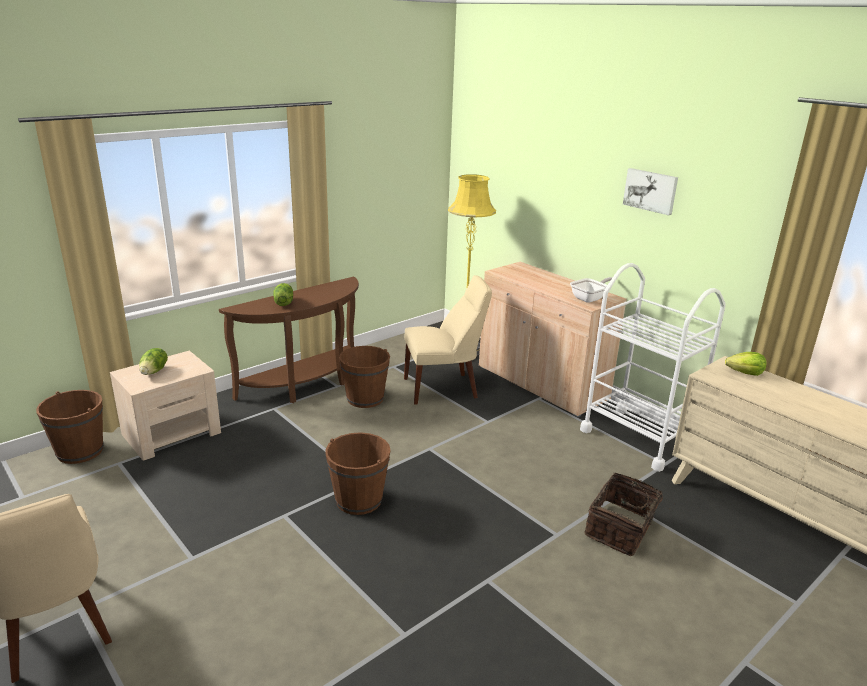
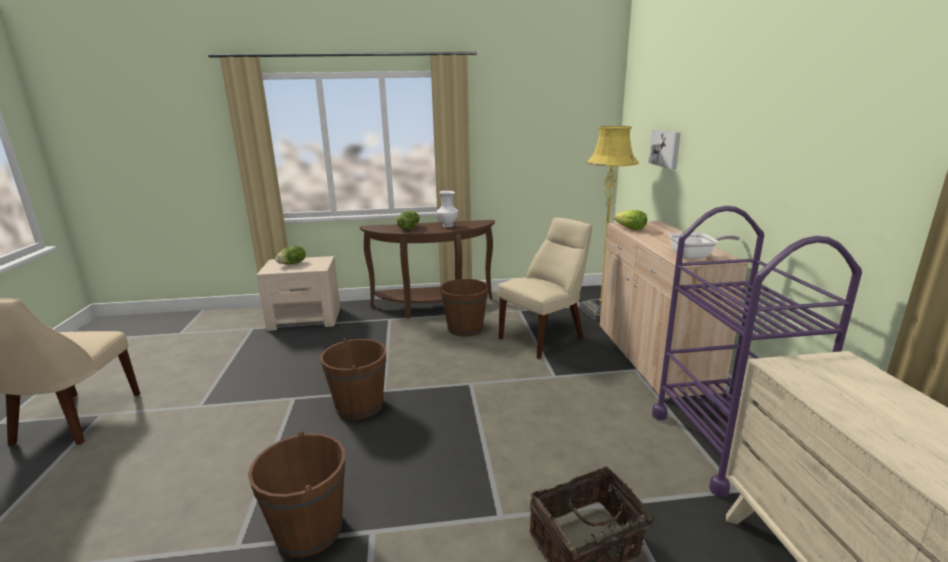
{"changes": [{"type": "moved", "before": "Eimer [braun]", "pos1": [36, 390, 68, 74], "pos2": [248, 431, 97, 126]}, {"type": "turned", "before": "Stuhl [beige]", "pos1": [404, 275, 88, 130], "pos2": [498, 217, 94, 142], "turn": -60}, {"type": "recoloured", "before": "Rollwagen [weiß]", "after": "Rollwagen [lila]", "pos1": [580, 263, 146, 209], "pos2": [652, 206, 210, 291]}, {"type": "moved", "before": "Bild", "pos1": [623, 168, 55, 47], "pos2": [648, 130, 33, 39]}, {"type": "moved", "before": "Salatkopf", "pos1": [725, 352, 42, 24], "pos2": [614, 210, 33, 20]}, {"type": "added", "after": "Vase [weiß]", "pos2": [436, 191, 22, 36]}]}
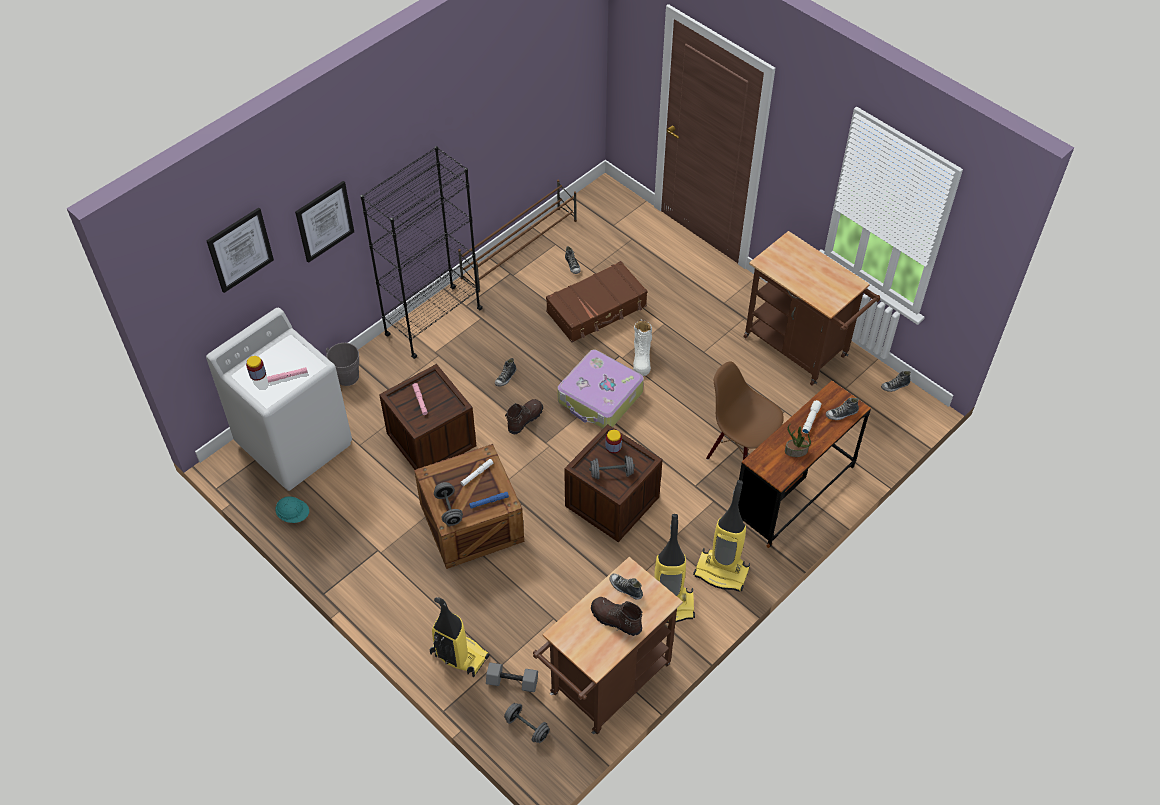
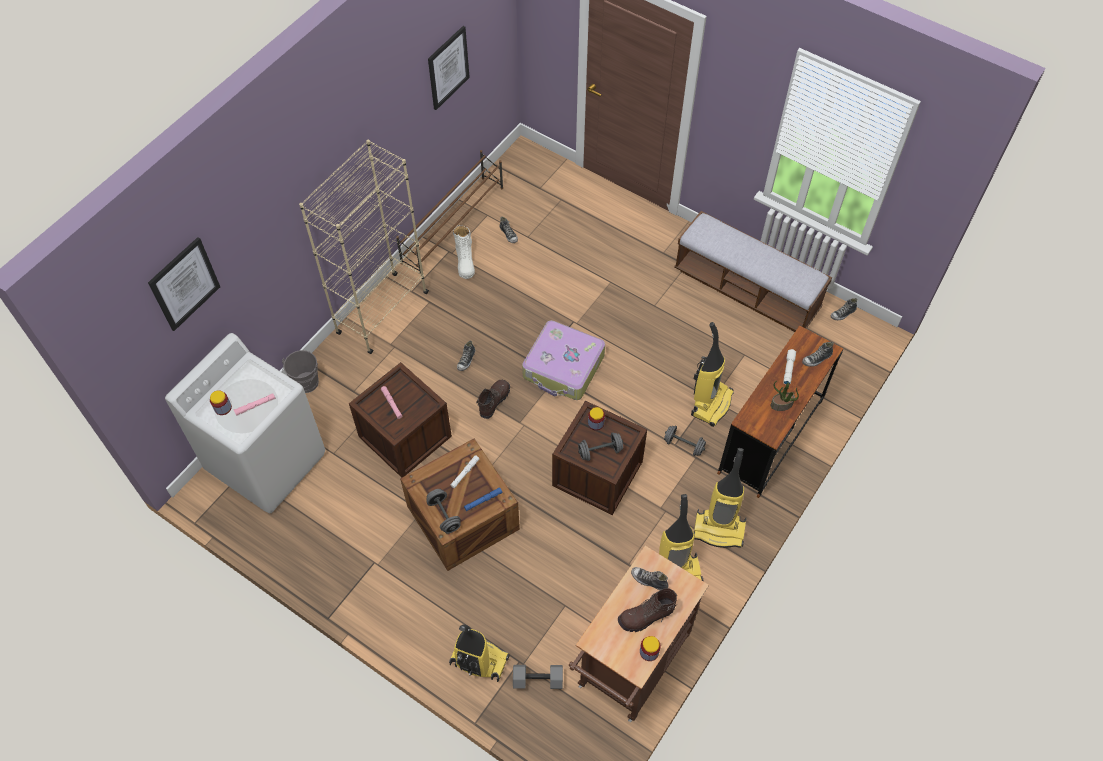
{"changes": [{"type": "removed", "before": "Schutzhelm [türkis]", "pos1": [275, 496, 34, 27]}, {"type": "moved", "before": "Bild", "pos1": [295, 181, 59, 82], "pos2": [428, 26, 42, 84]}, {"type": "recoloured", "before": "Bücherregal [schwarz]", "after": "Bücherregal [beige]", "pos1": [360, 146, 123, 213], "pos2": [299, 140, 130, 214]}, {"type": "moved", "before": "Hantel [grau]", "pos1": [504, 703, 46, 40], "pos2": [664, 426, 42, 30]}, {"type": "removed", "before": "Koffer [braun]", "pos1": [546, 261, 101, 82]}, {"type": "turned", "before": "Stiefel [braun]", "pos1": [591, 597, 51, 39], "pos2": [618, 588, 59, 44], "turn": -45}, {"type": "moved", "before": "Stiefel [weiß]", "pos1": [633, 319, 19, 57], "pos2": [453, 225, 22, 54]}, {"type": "replaced", "before": "Stuhl [braun]", "after": "Staubsauger", "pos1": [706, 361, 78, 99], "pos2": [691, 322, 43, 105]}, {"type": "replaced", "before": "Rollwagen [braun]", "after": "Bank", "pos1": [744, 231, 136, 155], "pos2": [674, 211, 158, 121]}, {"type": "added", "after": "Vorratsglas", "pos2": [640, 636, 21, 25]}]}
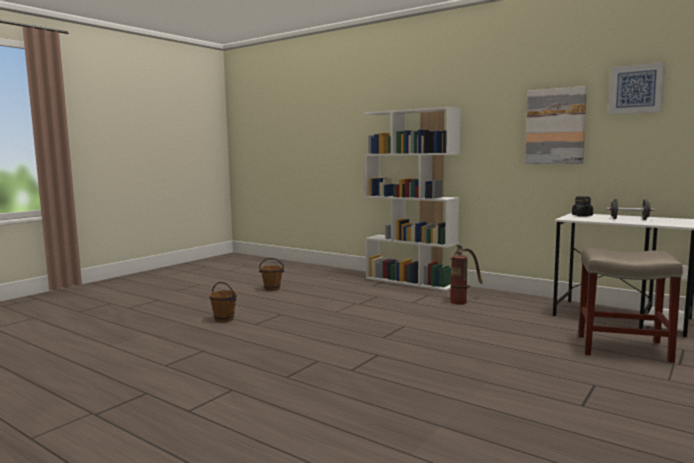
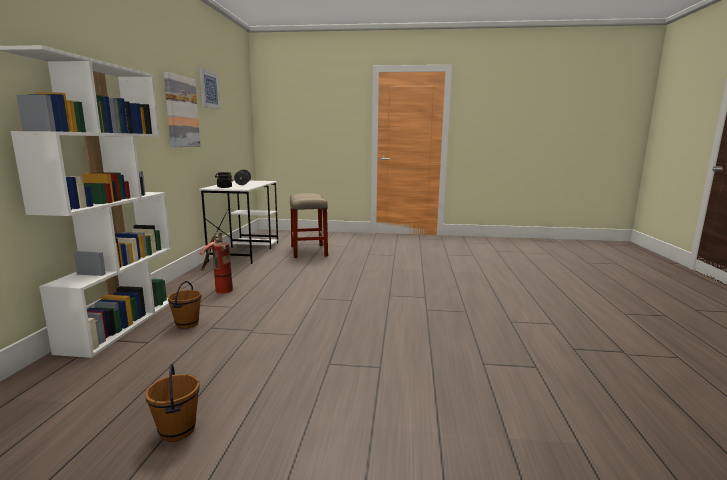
{"changes": [{"type": "moved", "before": "Eimer [braun]", "pos1": [209, 282, 28, 40], "pos2": [167, 281, 34, 48]}]}
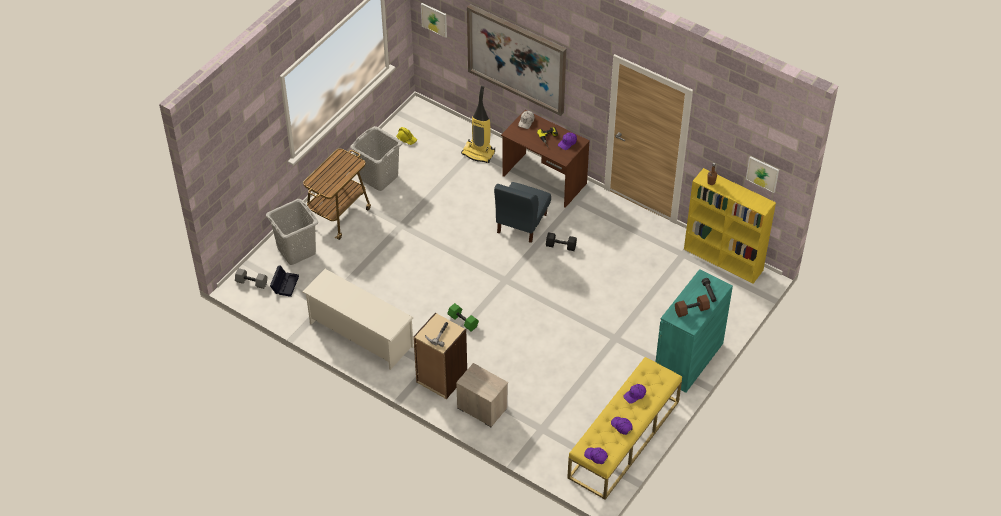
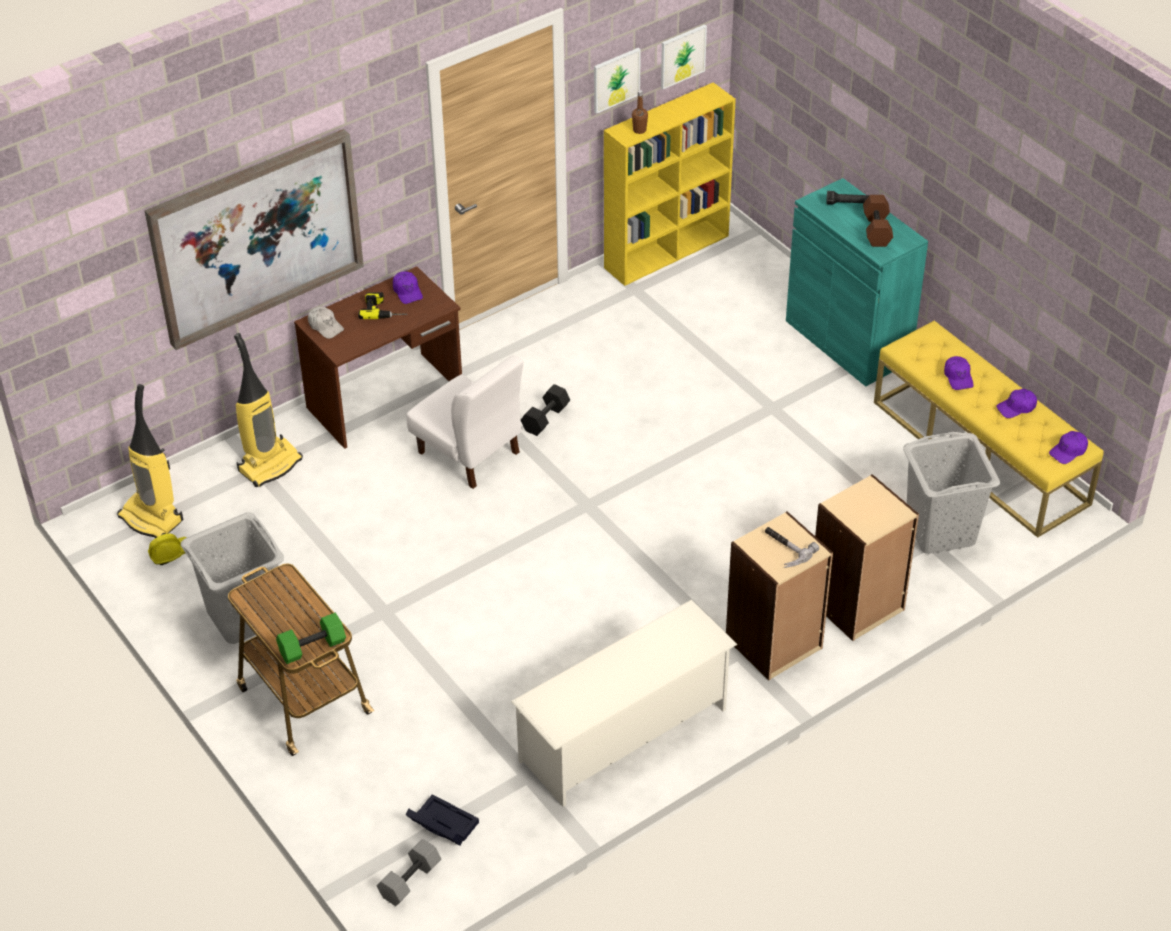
{"changes": [{"type": "moved", "before": "Wäschekorb [grau]", "pos1": [266, 199, 52, 66], "pos2": [903, 432, 97, 122]}, {"type": "moved", "before": "Bild", "pos1": [421, 3, 26, 35], "pos2": [594, 48, 47, 66]}, {"type": "moved", "before": "Hantel [grün]", "pos1": [447, 303, 32, 29], "pos2": [276, 613, 70, 51]}, {"type": "replaced", "before": "Nachttisch", "after": "Bücherregal [beige]", "pos1": [456, 363, 52, 64], "pos2": [815, 474, 104, 167]}, {"type": "recoloured", "before": "Stuhl [blau]", "after": "Stuhl [weiß]", "pos1": [494, 182, 57, 61], "pos2": [407, 355, 116, 134]}, {"type": "added", "after": "Staubsauger", "pos2": [117, 384, 67, 154]}]}
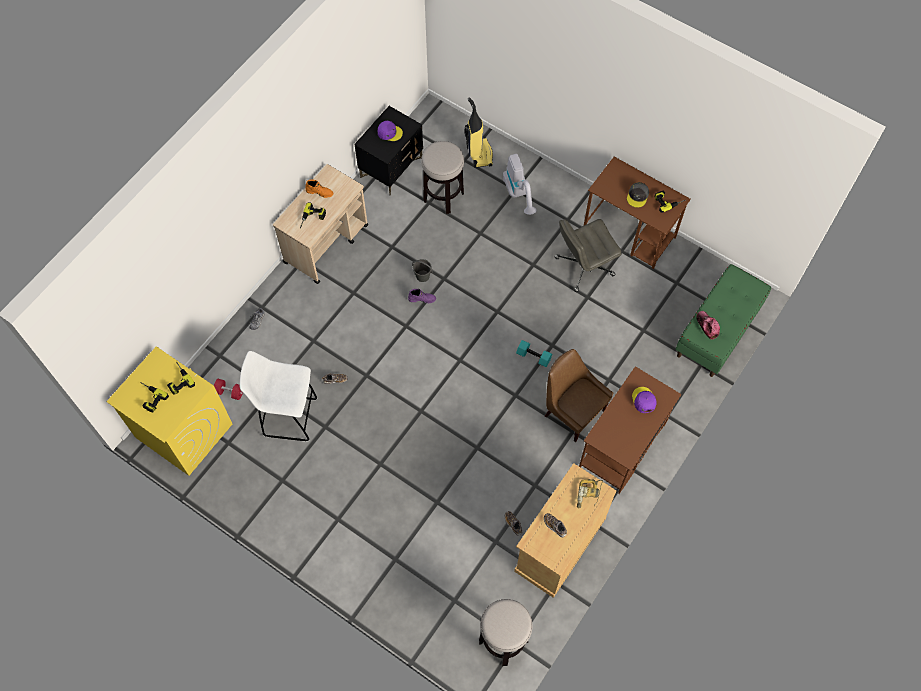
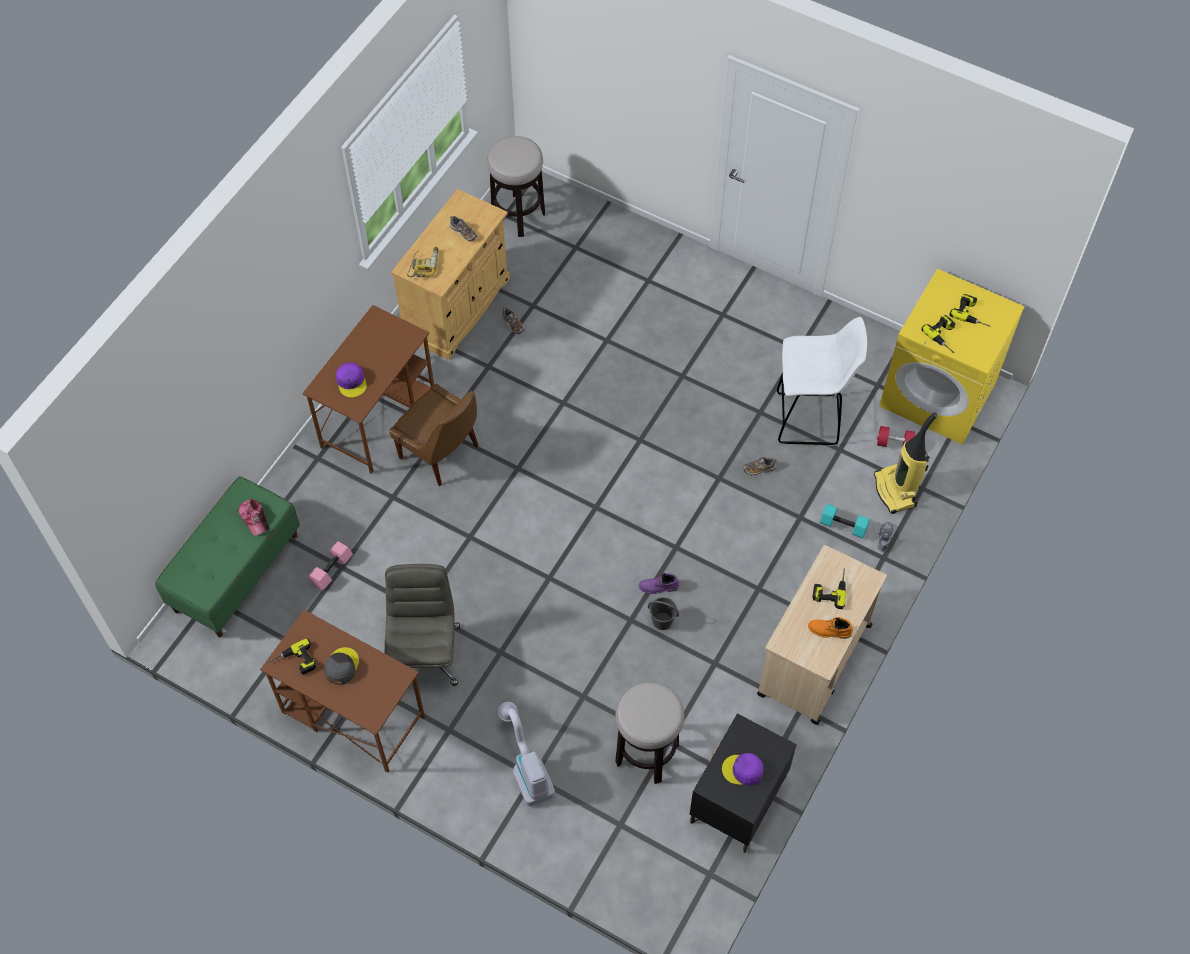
{"changes": [{"type": "moved", "before": "Staubsauger", "pos1": [465, 98, 28, 70], "pos2": [874, 412, 63, 102]}, {"type": "moved", "before": "Hantel [türkis]", "pos1": [516, 340, 36, 27], "pos2": [820, 504, 50, 34]}, {"type": "turned", "before": "Bürostuhl [grau]", "pos1": [555, 219, 66, 73], "pos2": [384, 564, 76, 122], "turn": -60}, {"type": "added", "after": "Hantel [rosa]", "pos2": [308, 541, 45, 49]}]}
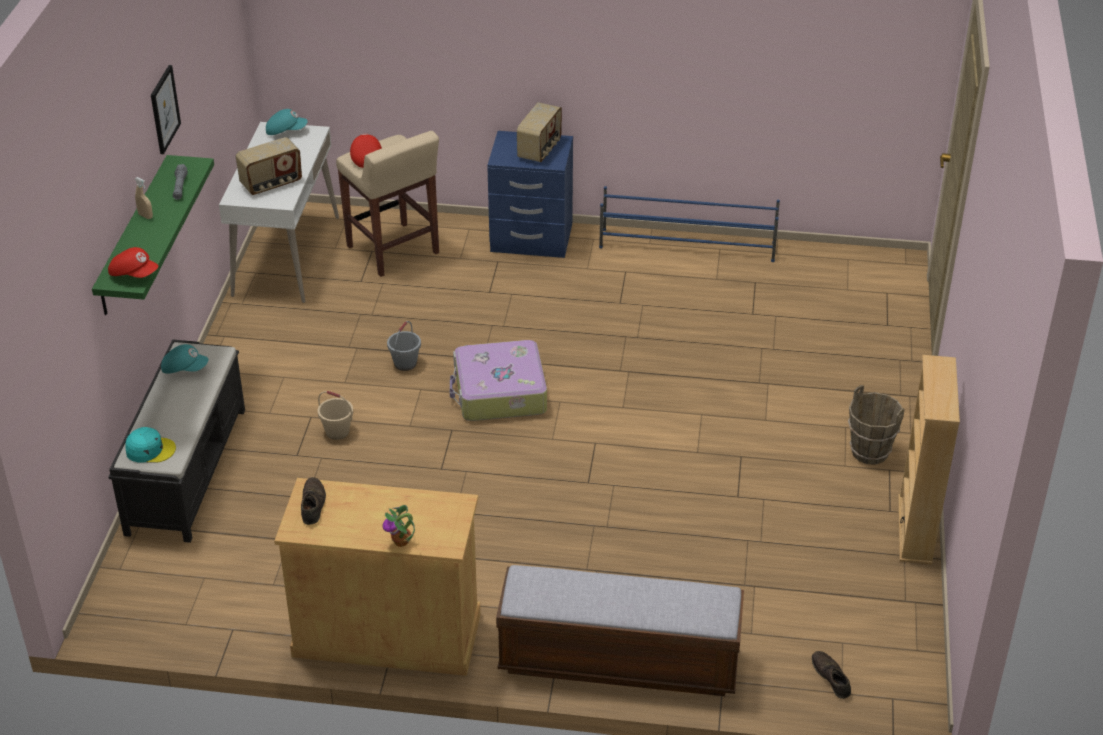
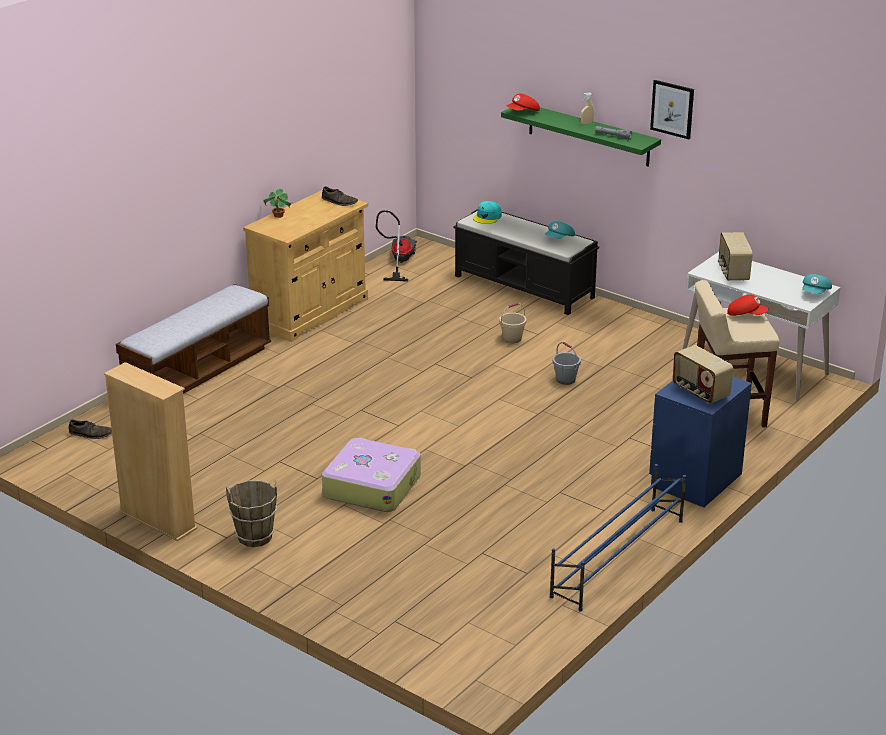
{"changes": [{"type": "moved", "before": "Koffer", "pos1": [450, 340, 97, 81], "pos2": [322, 438, 99, 74]}, {"type": "added", "after": "Staubsauger", "pos2": [376, 210, 41, 72]}]}
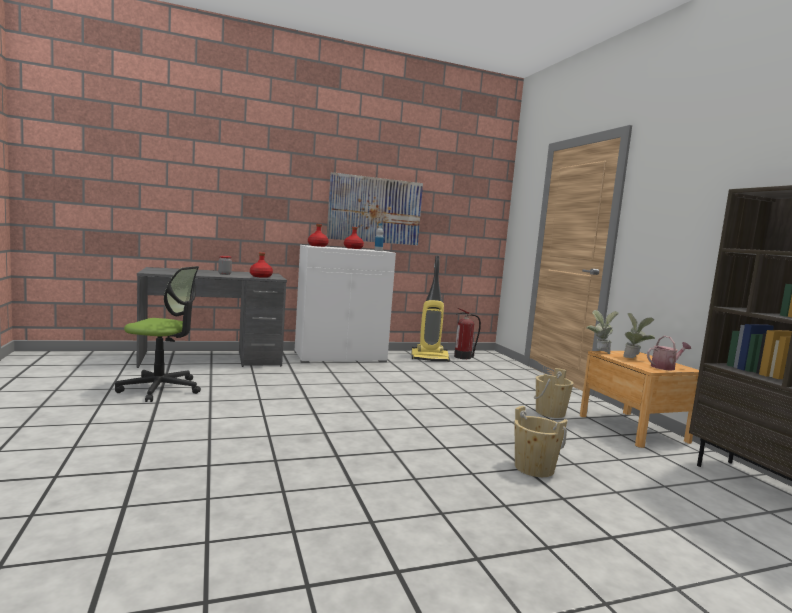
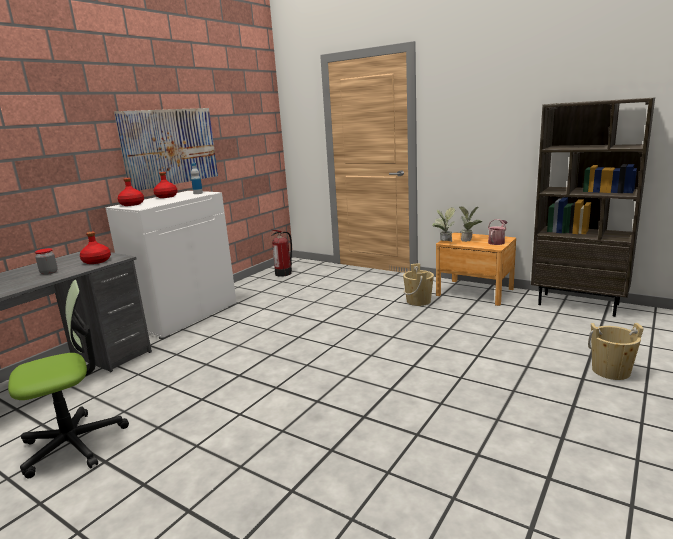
{"changes": [{"type": "removed", "before": "Staubsauger", "pos1": [411, 256, 39, 106]}, {"type": "moved", "before": "Eimer [beige]", "pos1": [515, 406, 53, 71], "pos2": [588, 323, 56, 57]}]}
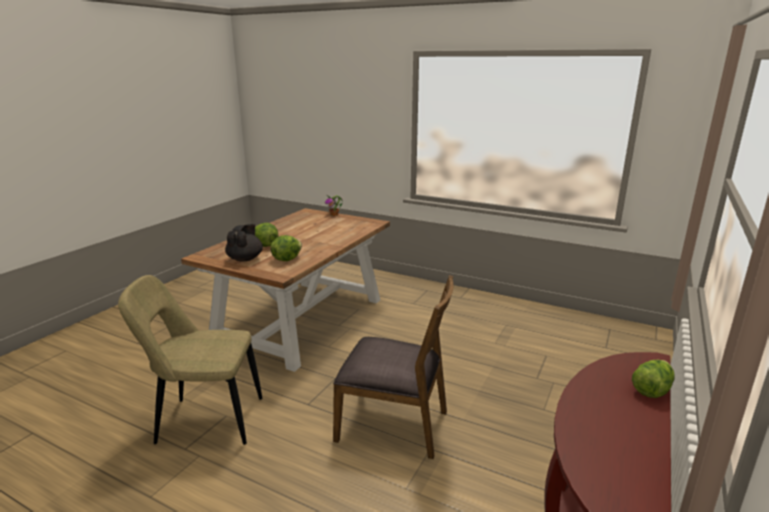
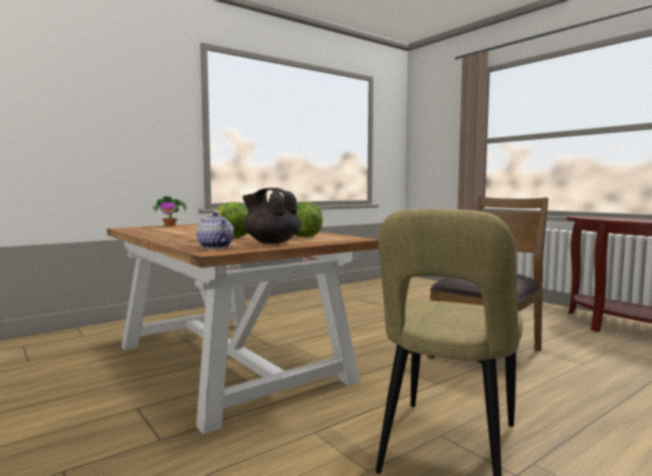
{"changes": [{"type": "removed", "before": "Salatkopf", "pos1": [632, 360, 43, 38]}, {"type": "added", "after": "Teekanne", "pos2": [197, 212, 37, 36]}]}
